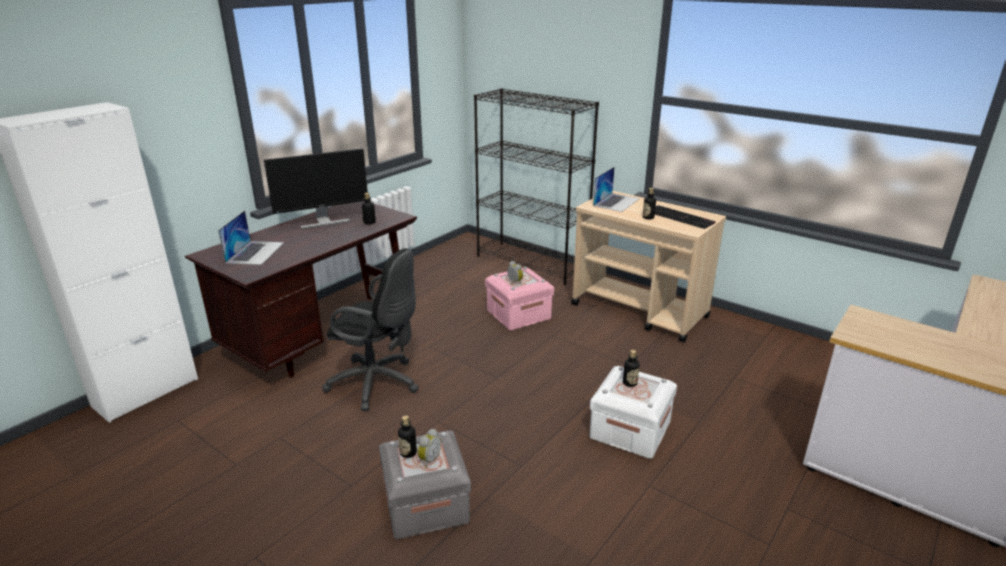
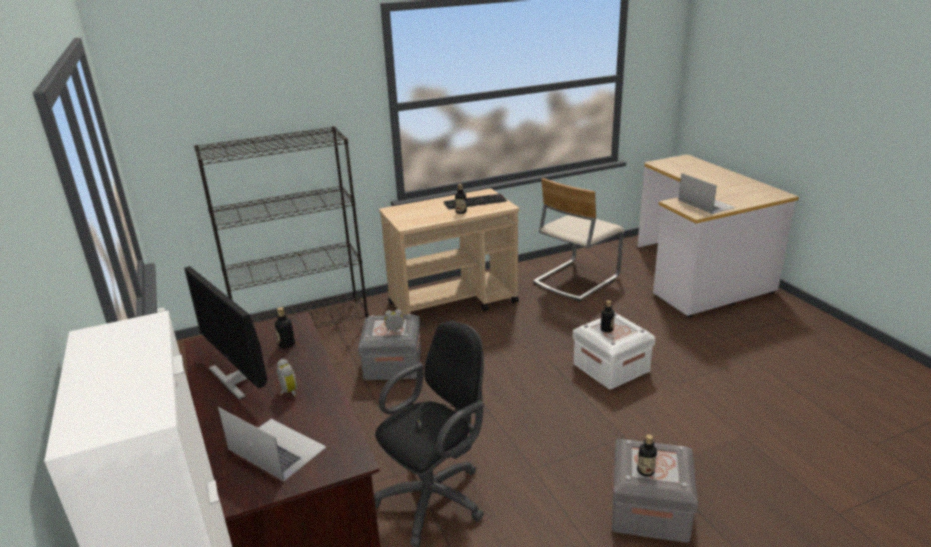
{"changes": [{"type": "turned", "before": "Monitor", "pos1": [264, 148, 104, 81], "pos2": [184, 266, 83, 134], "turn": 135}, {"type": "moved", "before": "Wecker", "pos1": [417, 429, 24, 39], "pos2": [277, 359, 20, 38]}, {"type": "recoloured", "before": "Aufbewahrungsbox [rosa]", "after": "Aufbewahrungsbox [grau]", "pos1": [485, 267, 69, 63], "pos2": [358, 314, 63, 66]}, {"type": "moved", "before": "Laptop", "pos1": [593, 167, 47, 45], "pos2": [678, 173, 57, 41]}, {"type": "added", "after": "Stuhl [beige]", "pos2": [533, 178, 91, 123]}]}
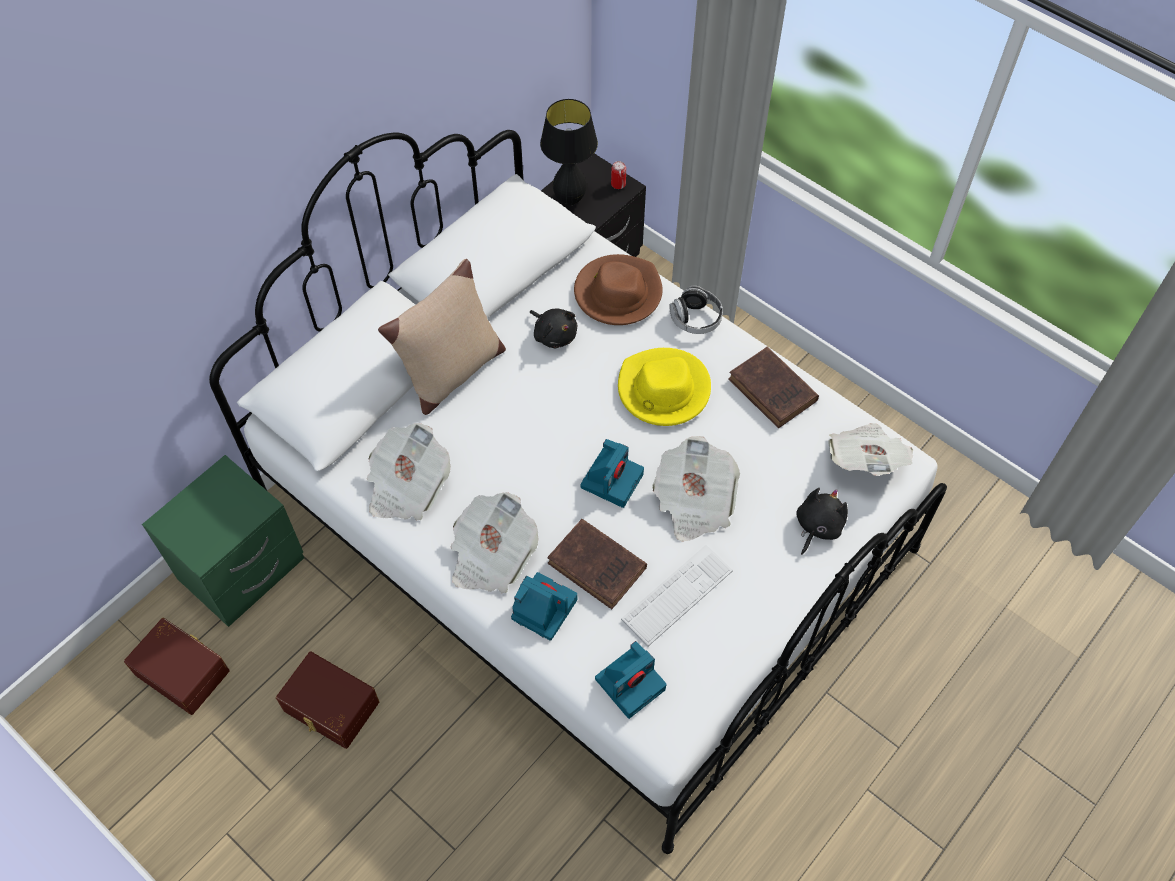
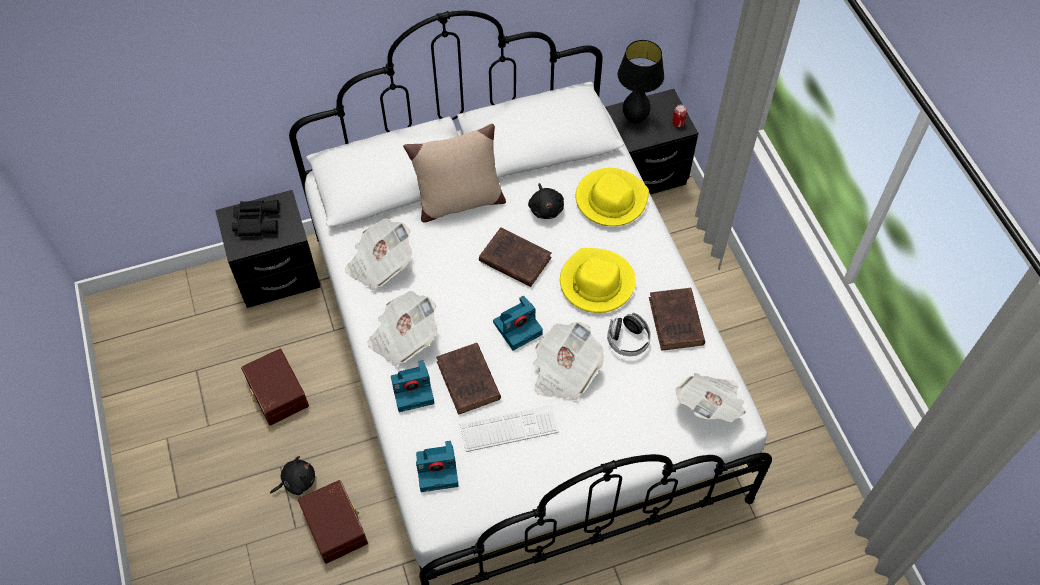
{"changes": [{"type": "moved", "before": "Aufbewahrungsbox [braun]", "pos1": [124, 618, 106, 97], "pos2": [298, 480, 70, 84]}, {"type": "recoloured", "before": "Nachttisch [grün]", "after": "Nachttisch [schwarz]", "pos1": [142, 455, 162, 172], "pos2": [215, 190, 106, 118]}, {"type": "turned", "before": "Kamera", "pos1": [511, 572, 66, 69], "pos2": [391, 360, 43, 52], "turn": 105}, {"type": "recoloured", "before": "Hut [braun]", "after": "Hut [gelb]", "pos1": [574, 254, 89, 71], "pos2": [576, 168, 73, 58]}, {"type": "moved", "before": "Kopfhörer", "pos1": [669, 286, 54, 48], "pos2": [607, 313, 44, 43]}, {"type": "moved", "before": "Plüschtier [schwarz]", "pos1": [796, 488, 52, 67], "pos2": [270, 456, 45, 39]}, {"type": "added", "after": "Fernglas [schwarz]", "pos2": [232, 200, 48, 37]}, {"type": "added", "after": "Buch [braun]", "pos2": [479, 227, 73, 60]}]}
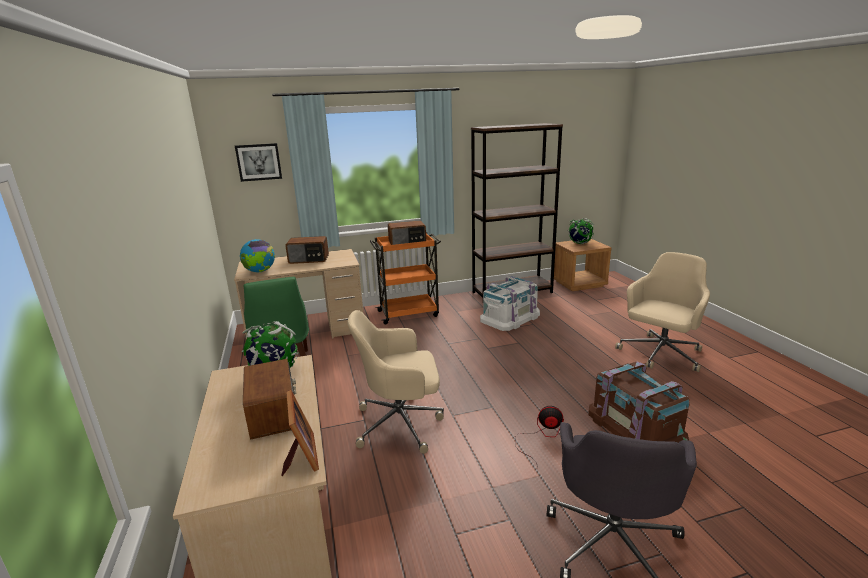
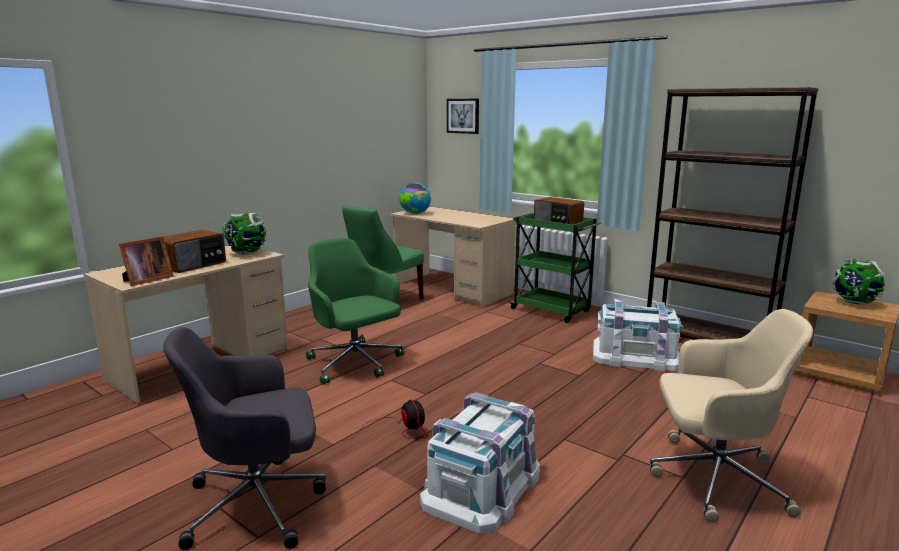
{"changes": [{"type": "removed", "before": "Radio", "pos1": [285, 236, 44, 28]}, {"type": "recoloured", "before": "Bürostuhl [beige]", "after": "Bürostuhl [grün]", "pos1": [347, 310, 97, 144], "pos2": [306, 238, 98, 147]}, {"type": "recoloured", "before": "Rollwagen [orange]", "after": "Rollwagen [grün]", "pos1": [370, 232, 71, 93], "pos2": [509, 213, 92, 110]}, {"type": "recoloured", "before": "Aufbewahrungsbox [braun]", "after": "Aufbewahrungsbox [weiß]", "pos1": [588, 361, 102, 82], "pos2": [420, 393, 120, 141]}]}
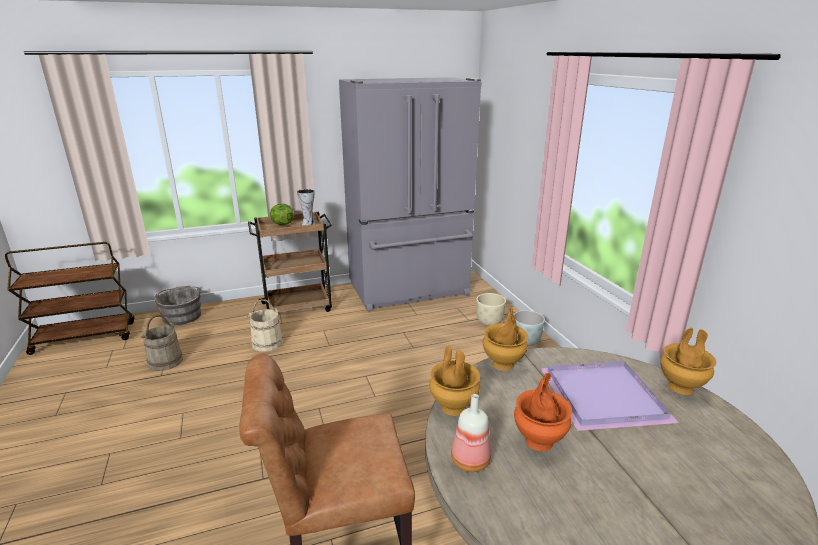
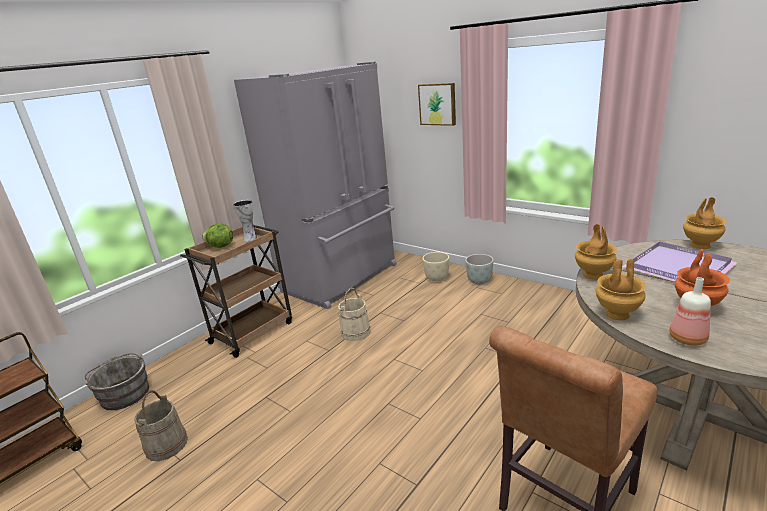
{"changes": [{"type": "moved", "before": "Eimer [beige]", "pos1": [247, 299, 36, 53], "pos2": [338, 288, 33, 53]}, {"type": "added", "after": "Bild", "pos2": [418, 83, 38, 43]}]}
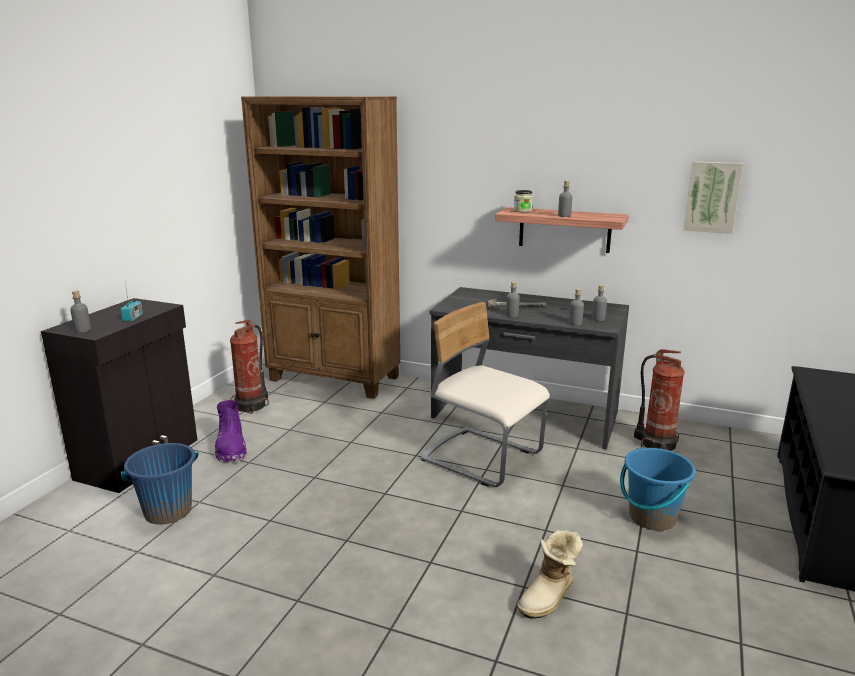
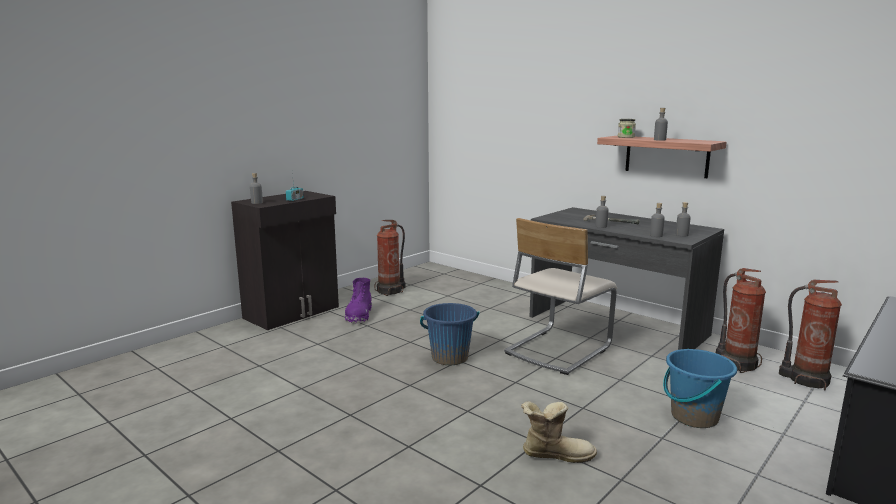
{"changes": [{"type": "moved", "before": "Eimer [blau]", "pos1": [121, 443, 78, 81], "pos2": [420, 303, 59, 62]}, {"type": "removed", "before": "Bücherregal [braun]", "pos1": [241, 96, 159, 303]}, {"type": "turned", "before": "Stuhl [beige]", "pos1": [421, 302, 129, 185], "pos2": [504, 218, 113, 157], "turn": -105}, {"type": "turned", "before": "Stiefel", "pos1": [517, 530, 66, 89], "pos2": [521, 401, 76, 62], "turn": -150}, {"type": "removed", "before": "Bild", "pos1": [684, 161, 59, 73]}, {"type": "added", "after": "Feuerlöscher", "pos2": [779, 280, 63, 110]}]}
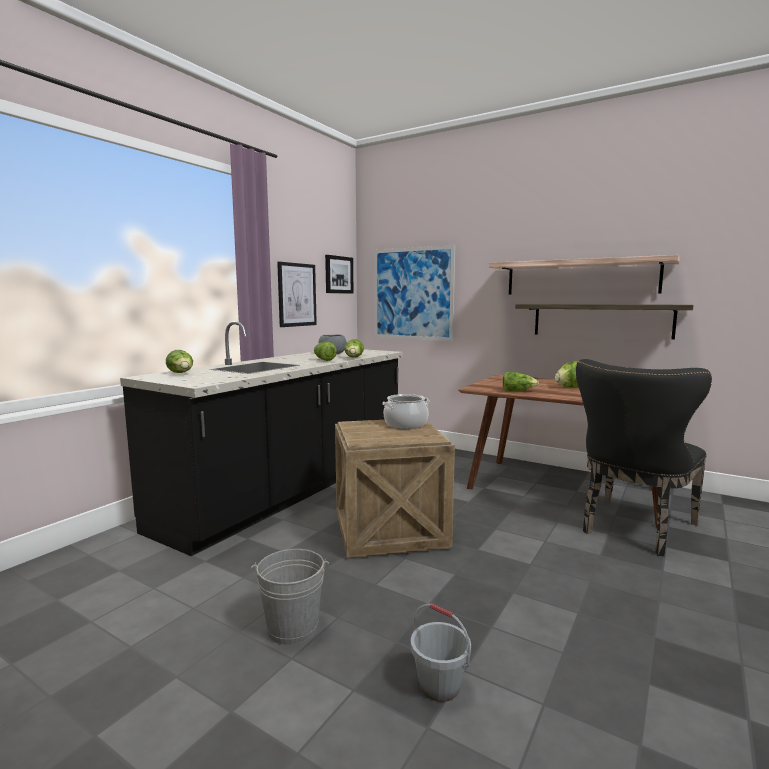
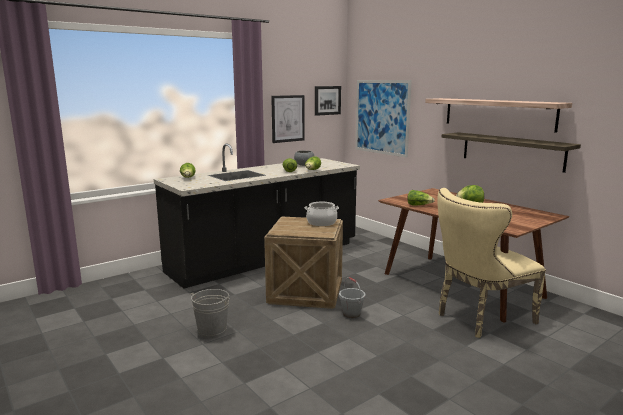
{"changes": [{"type": "moved", "before": "Eimer [grau]", "pos1": [411, 603, 60, 99], "pos2": [339, 277, 26, 41]}, {"type": "recoloured", "before": "Stuhl [schwarz]", "after": "Stuhl [beige]", "pos1": [576, 359, 136, 197], "pos2": [437, 188, 109, 150]}]}
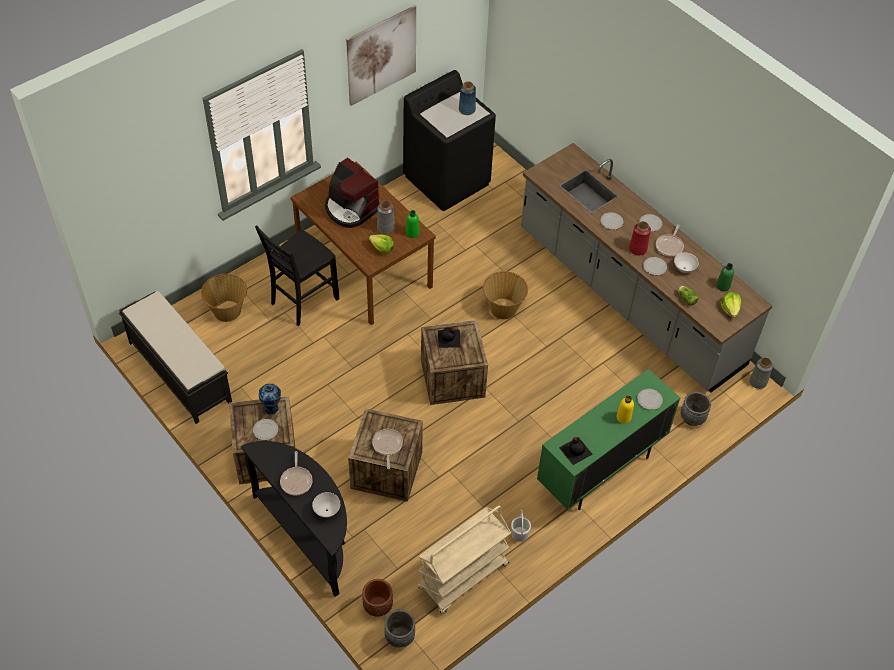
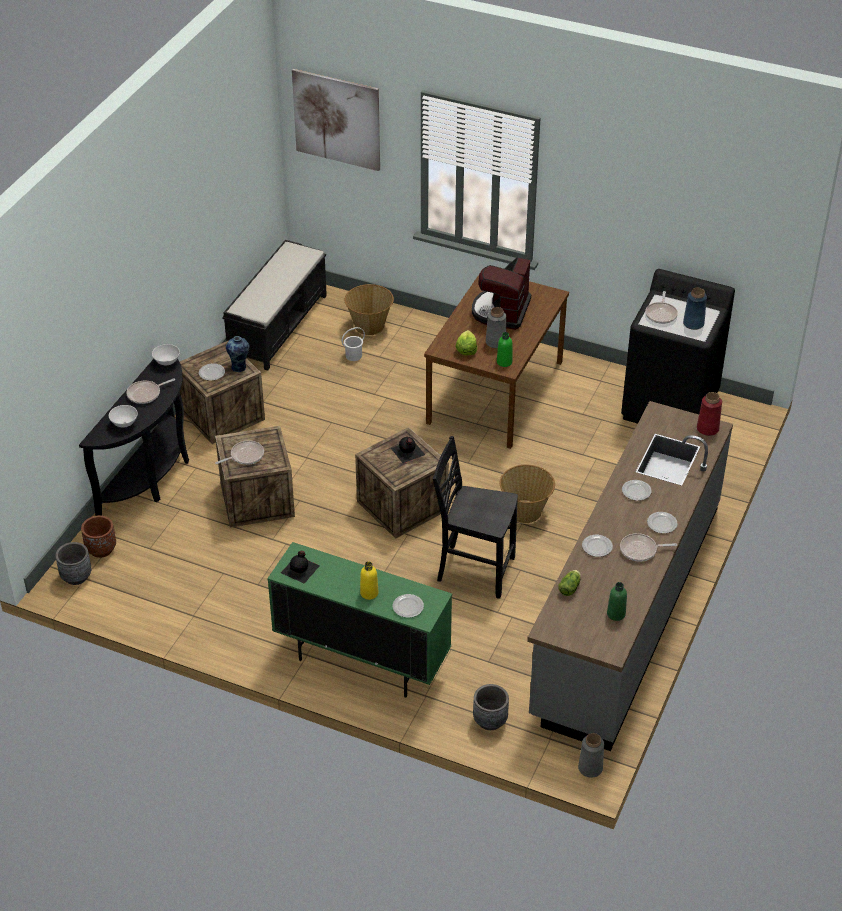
{"changes": [{"type": "moved", "before": "Stuhl [schwarz]", "pos1": [255, 225, 84, 101], "pos2": [433, 436, 85, 163]}, {"type": "moved", "before": "Bild", "pos1": [346, 5, 70, 101], "pos2": [292, 69, 88, 102]}, {"type": "removed", "before": "Rollwagen [beige]", "pos1": [418, 505, 93, 109]}, {"type": "moved", "before": "Eimer [weiß]", "pos1": [511, 510, 20, 32], "pos2": [342, 327, 23, 34]}, {"type": "moved", "before": "Vase [rot]", "pos1": [629, 221, 22, 35], "pos2": [697, 392, 25, 44]}, {"type": "moved", "before": "Schüssel [weiß]", "pos1": [674, 252, 25, 21], "pos2": [152, 344, 28, 21]}, {"type": "removed", "before": "Salatkopf", "pos1": [721, 292, 20, 26]}, {"type": "added", "after": "Pfanne", "pos2": [645, 291, 33, 33]}]}
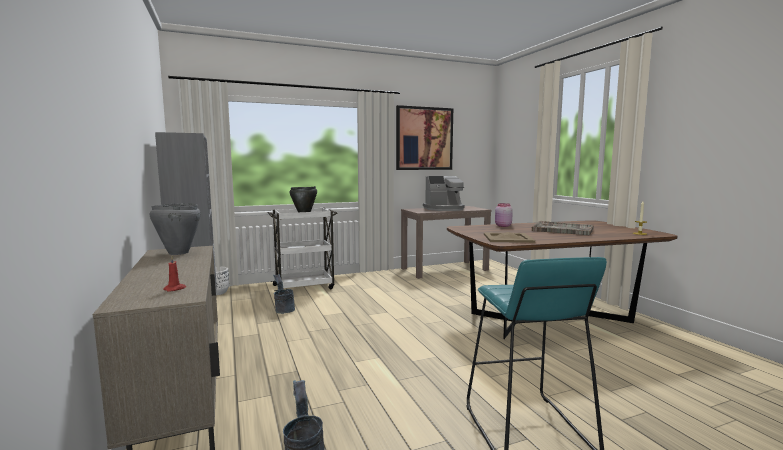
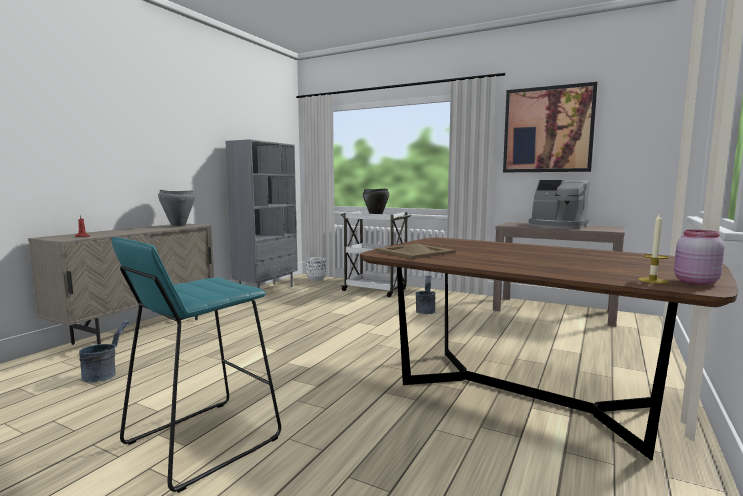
{"changes": [{"type": "moved", "before": "Eimer [grau]", "pos1": [273, 274, 22, 40], "pos2": [416, 275, 19, 39]}, {"type": "moved", "before": "Vorratsglas [rosa]", "pos1": [495, 203, 18, 24], "pos2": [674, 230, 51, 55]}, {"type": "removed", "before": "Tablett [grau]", "pos1": [531, 221, 63, 14]}]}
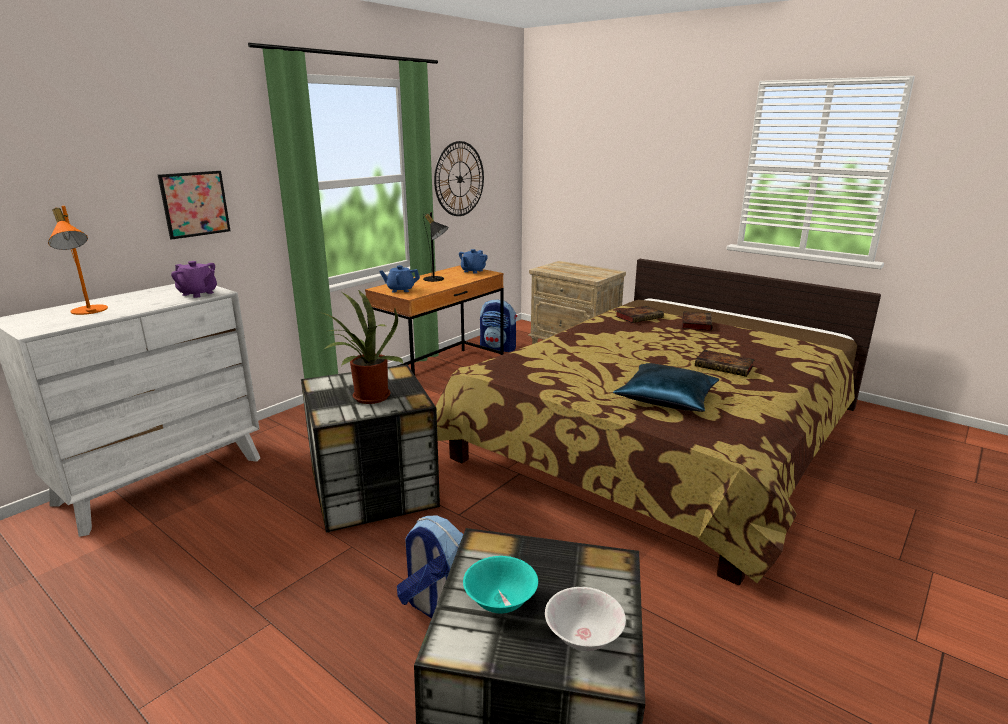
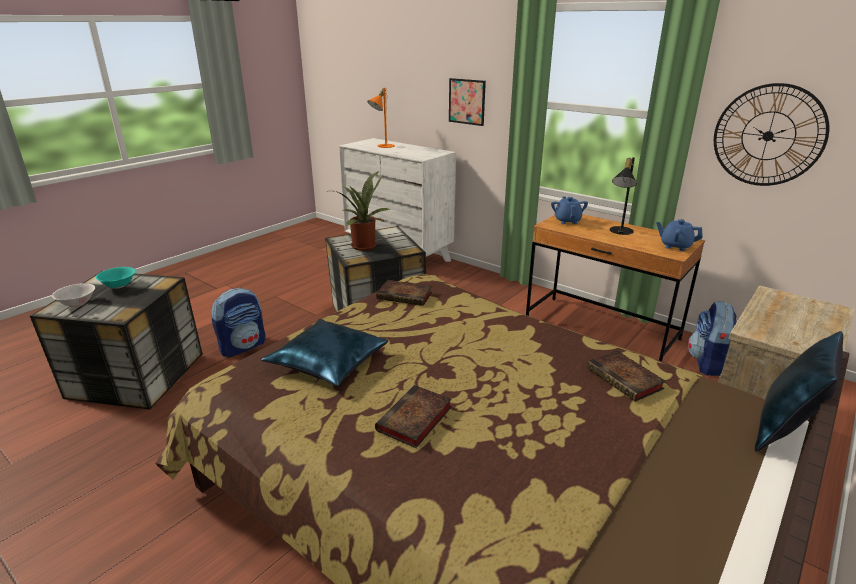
{"changes": [{"type": "removed", "before": "Teekanne [lila]", "pos1": [171, 261, 46, 37]}, {"type": "moved", "before": "Buch", "pos1": [682, 311, 30, 20], "pos2": [377, 280, 55, 26]}, {"type": "added", "after": "Kissen [blau]", "pos2": [755, 331, 88, 121]}]}
